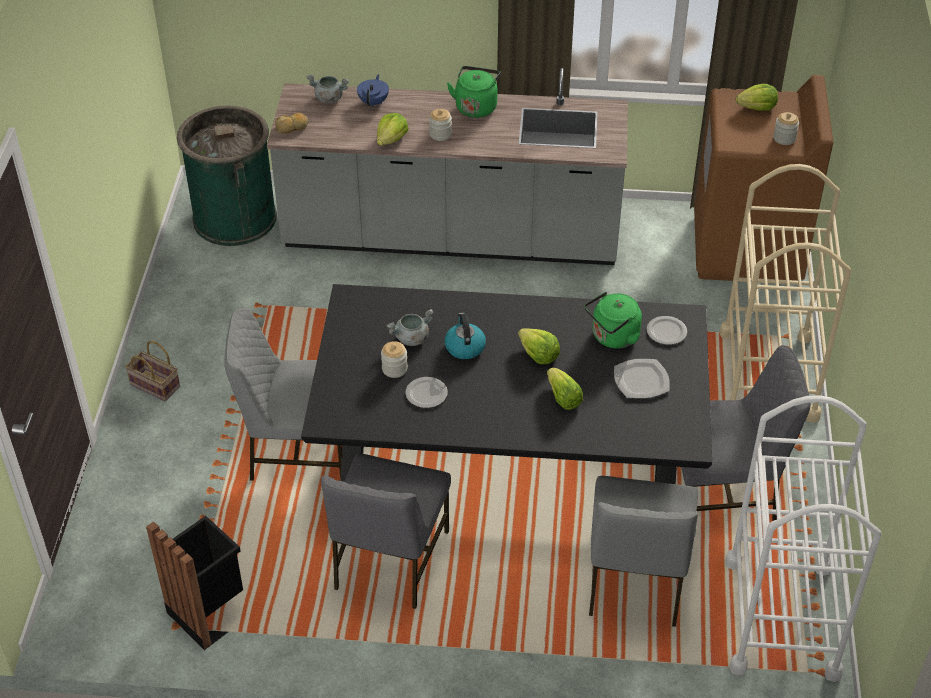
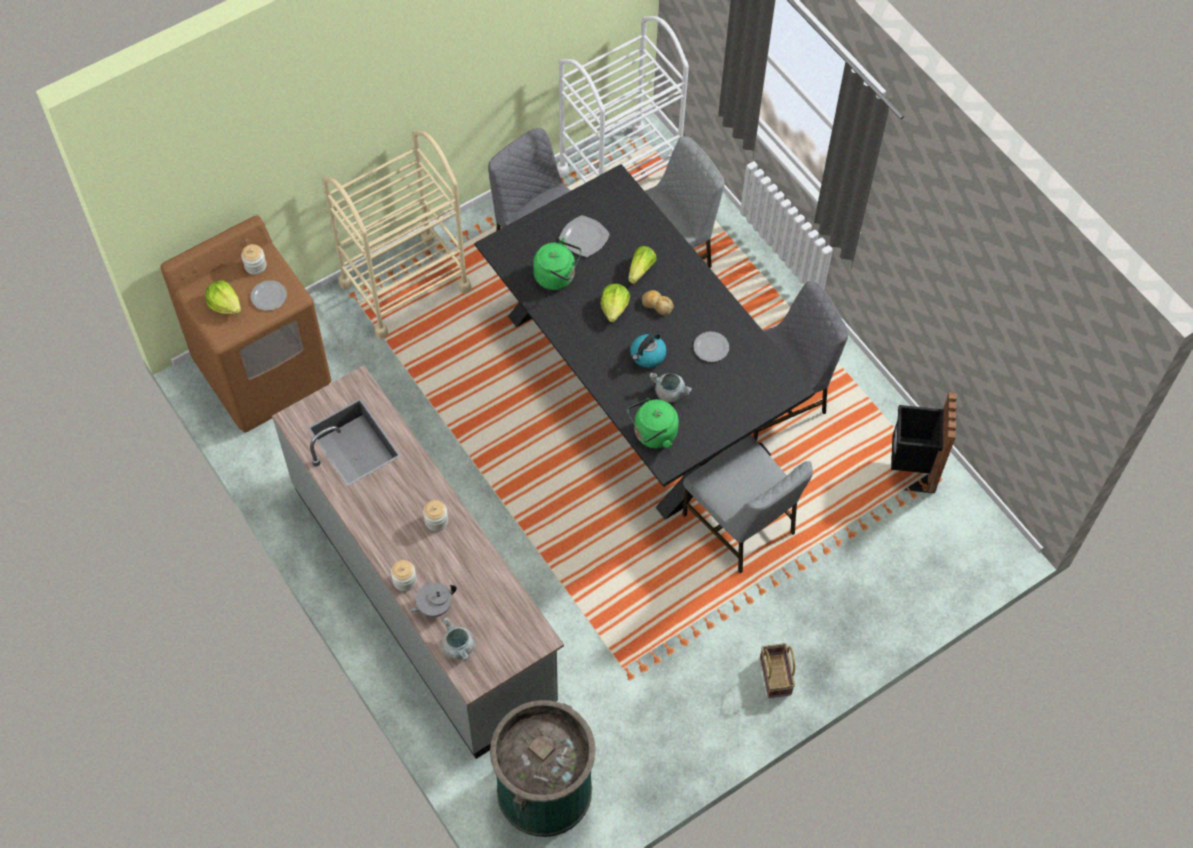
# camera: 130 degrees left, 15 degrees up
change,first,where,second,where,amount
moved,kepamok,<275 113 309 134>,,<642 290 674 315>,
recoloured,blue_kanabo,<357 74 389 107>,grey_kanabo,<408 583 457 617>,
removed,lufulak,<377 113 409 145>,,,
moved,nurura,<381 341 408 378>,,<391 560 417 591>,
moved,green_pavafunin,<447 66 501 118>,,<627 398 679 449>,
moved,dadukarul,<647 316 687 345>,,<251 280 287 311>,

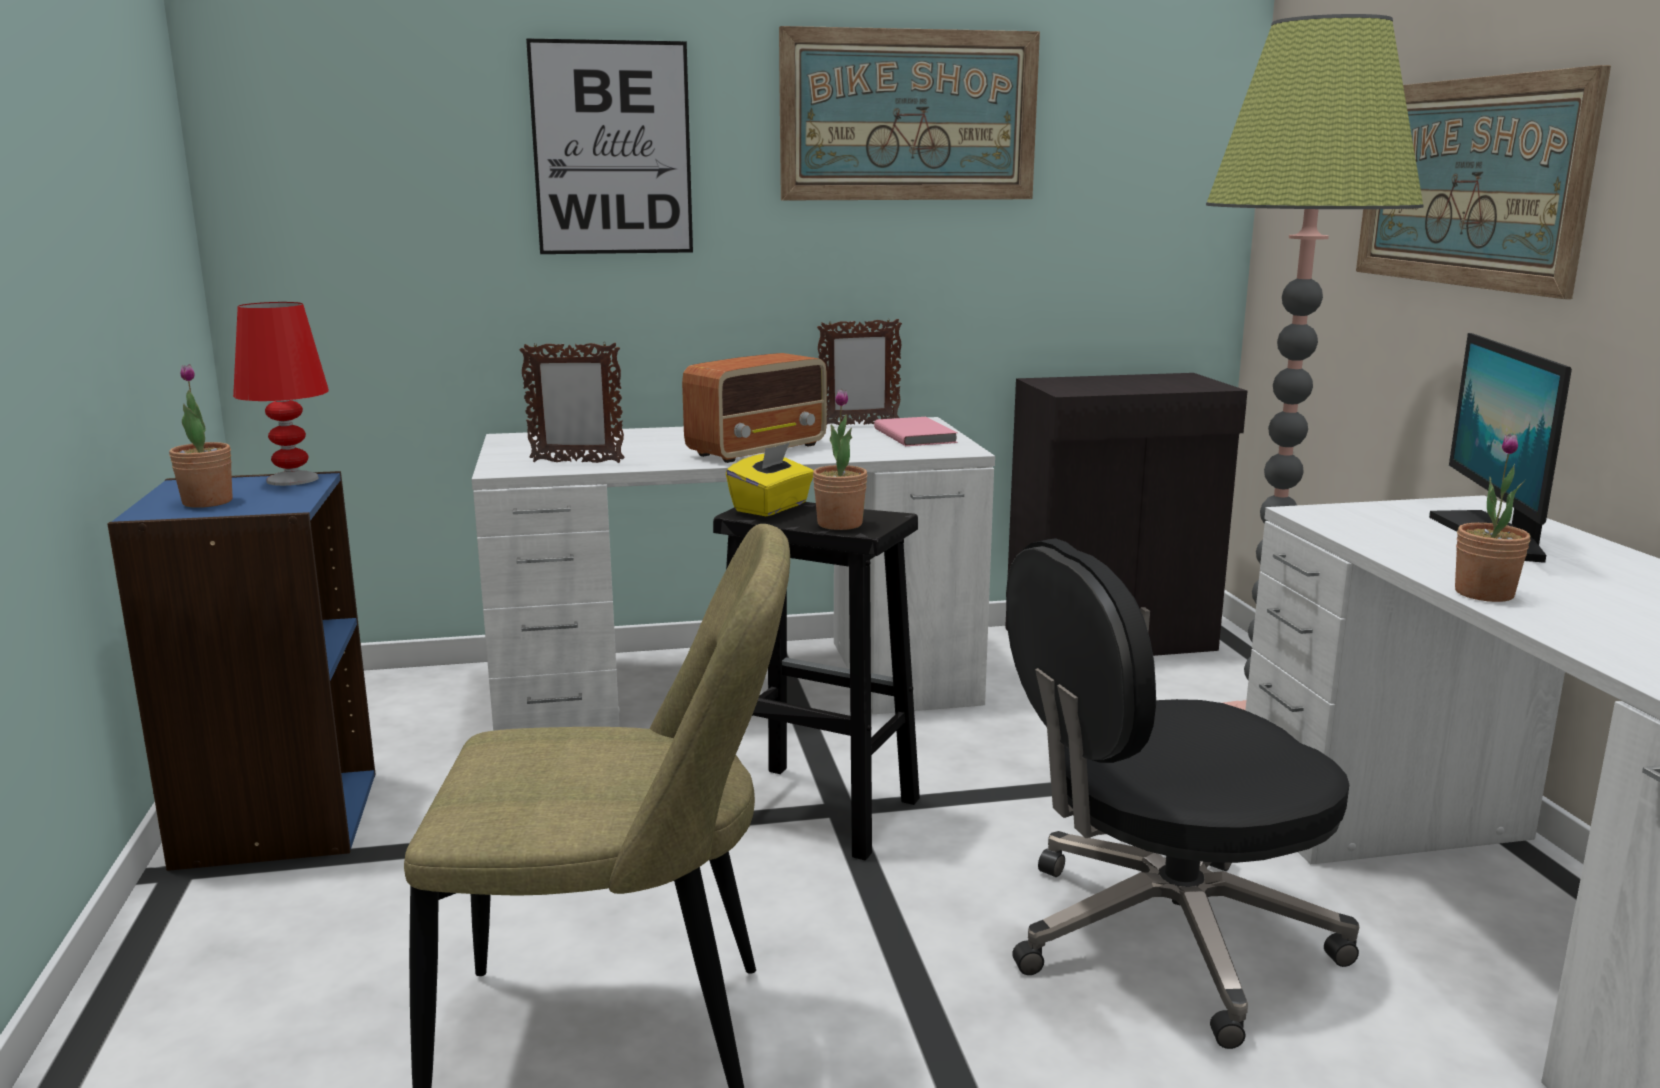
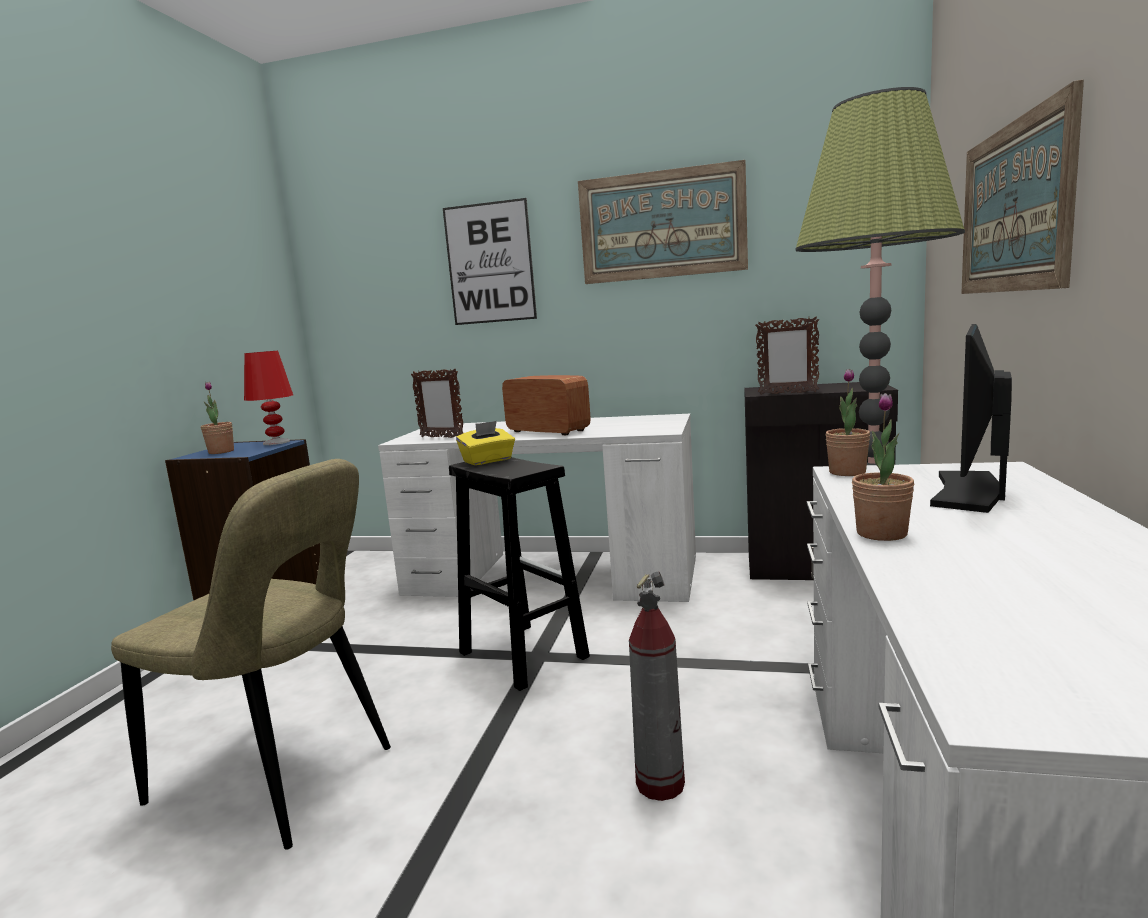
# camera: 25 degrees right, 5 degrees down
change,first,where,second,where,amount
turned,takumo,<682 353 827 463>,,<502 375 591 435>,120 degrees counterclockwise
moved,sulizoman,<813 389 868 530>,,<825 369 870 476>,
moved,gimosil,<817 318 902 425>,,<755 317 819 395>,
removed,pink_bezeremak,<874 417 958 446>,,,
replaced,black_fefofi,<1006 538 1359 1049>,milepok,<629 571 685 801>,

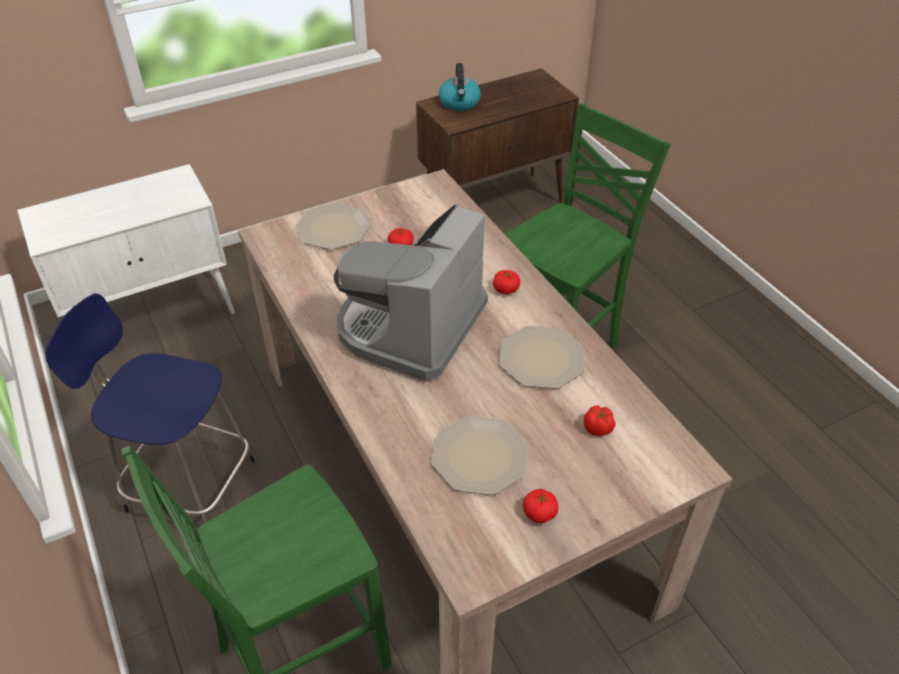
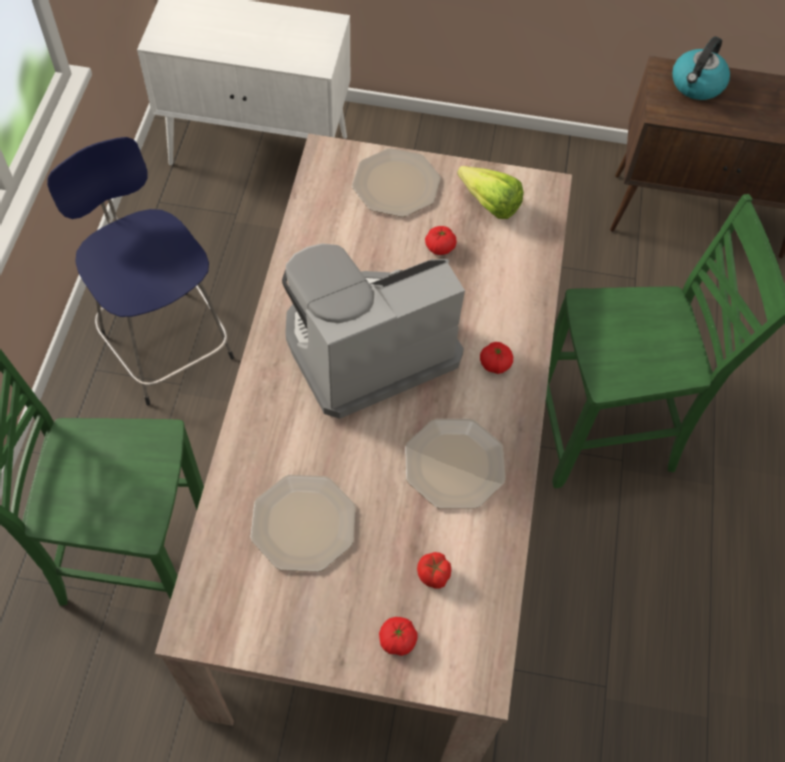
# camera: 35 degrees right, 15 degrees up
change,first,where,second,where,amount
moved,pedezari,<523 489 559 523>,,<379 617 417 656>,
added,,,lufulak,<457 166 524 219>,

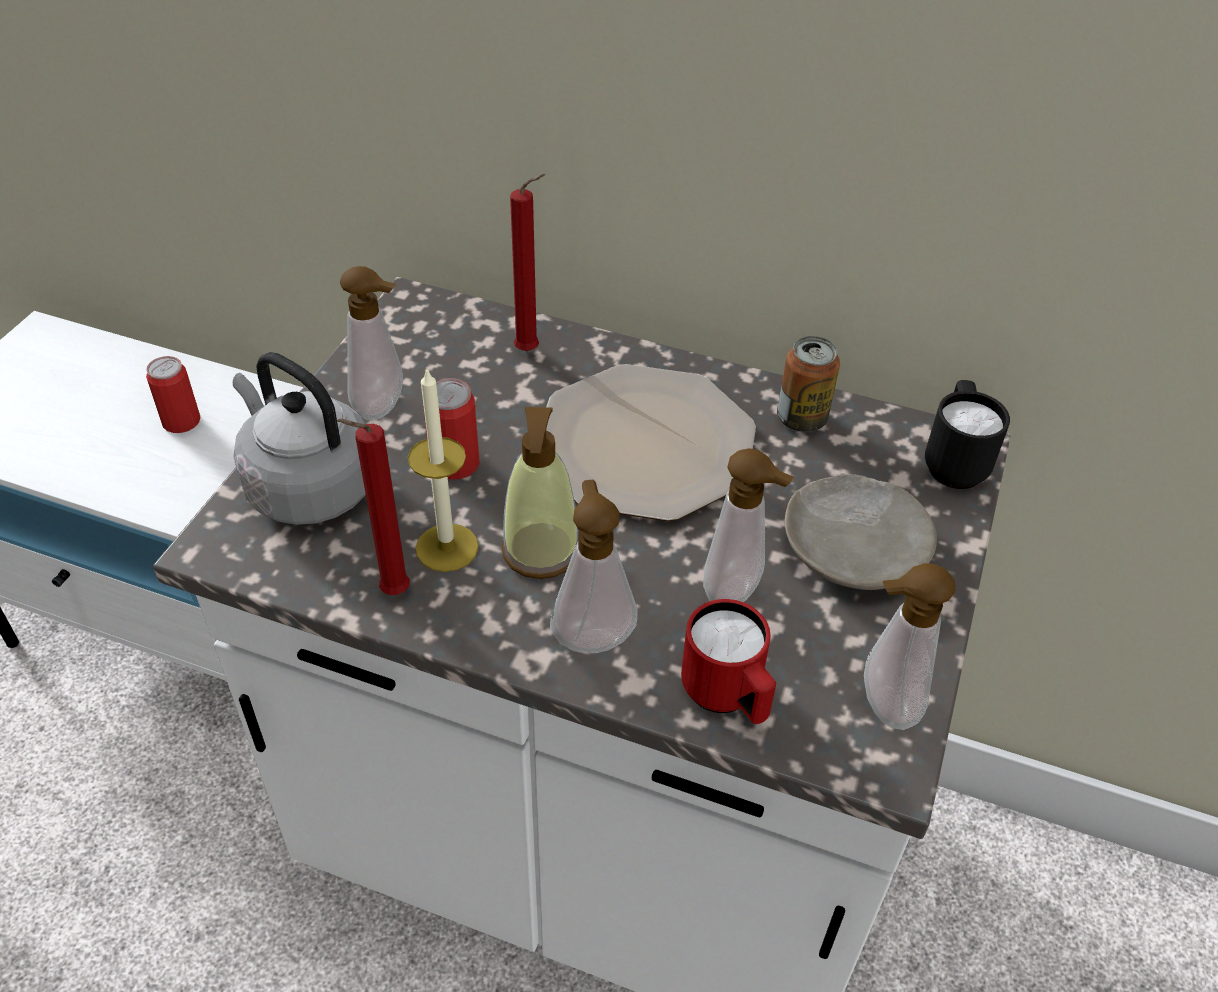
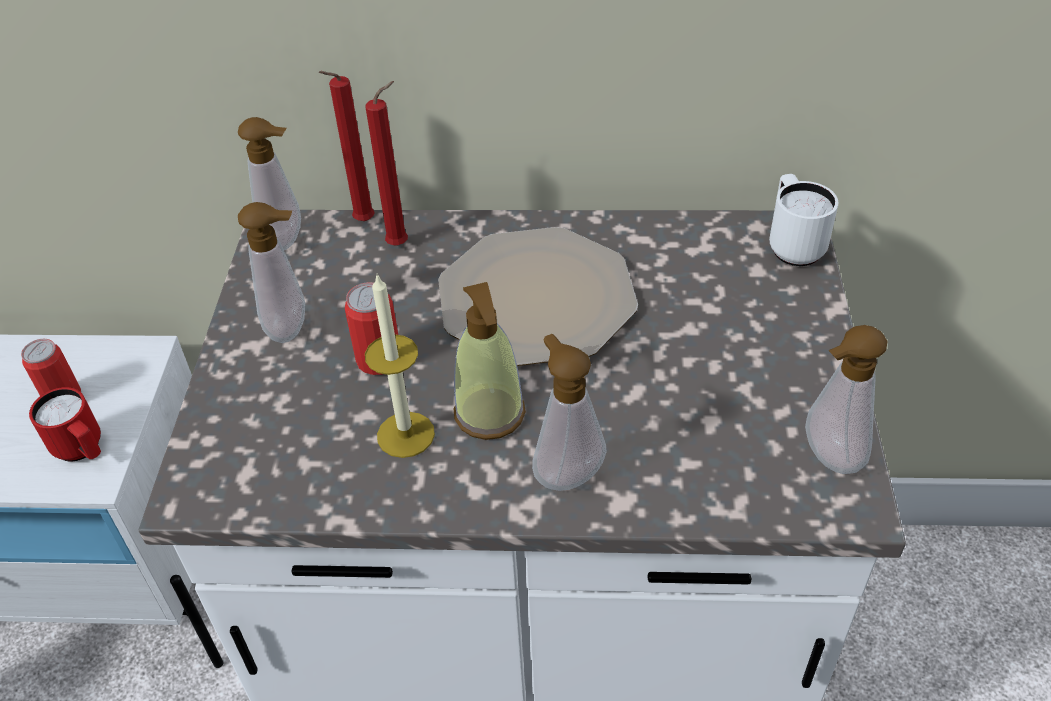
# camera: 15 degrees left, 0 degrees up
change,first,where,second,where,amount
removed,grey_pavafunin,<233 352 366 525>,,,
moved,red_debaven,<336 419 410 595>,,<319 71 375 221>,
moved,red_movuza,<681 599 776 724>,,<29 387 101 461>,
moved,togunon,<703 448 794 602>,,<238 117 301 250>,
removed,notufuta,<777 336 840 432>,,,
removed,beige_dadukarul,<785 474 937 590>,,,
recoloured,black_movuza,<925 380 1010 489>,white_movuza,<769 174 839 266>,

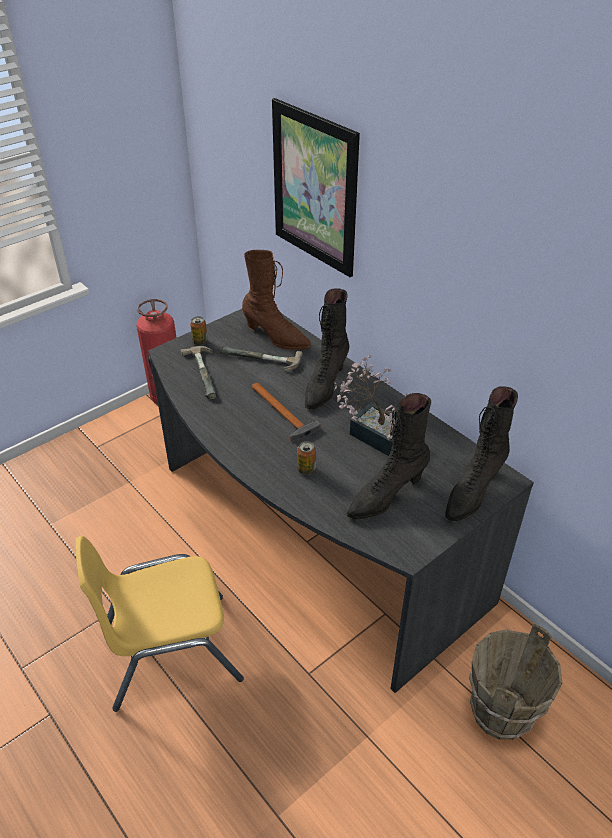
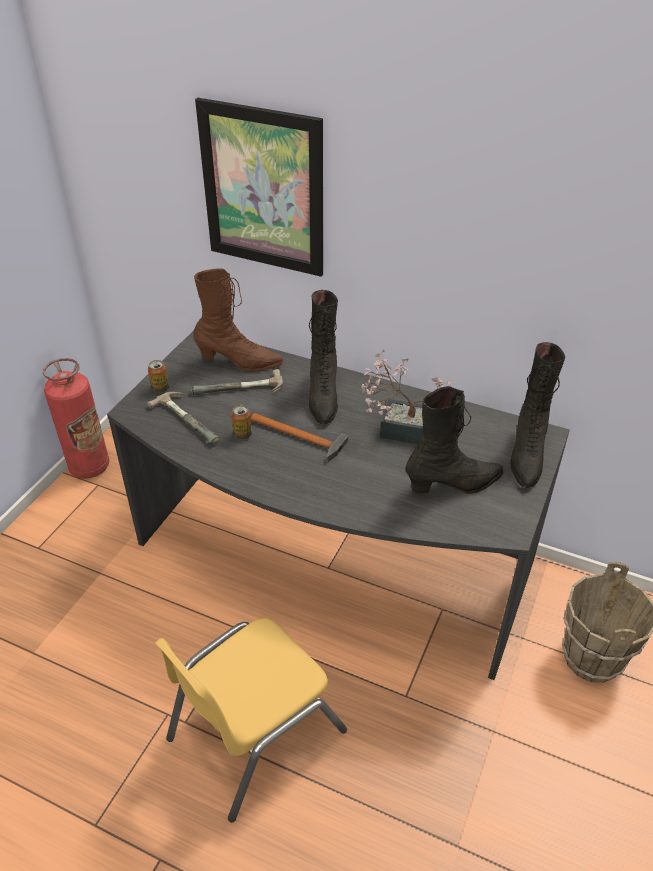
# camera: 25 degrees left, 0 degrees up
change,first,where,second,where,amount
moved,notufuta,<297 441 316 475>,,<231 405 252 439>,
turned,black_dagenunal,<346 393 431 519>,,<405 386 504 494>,135 degrees counterclockwise

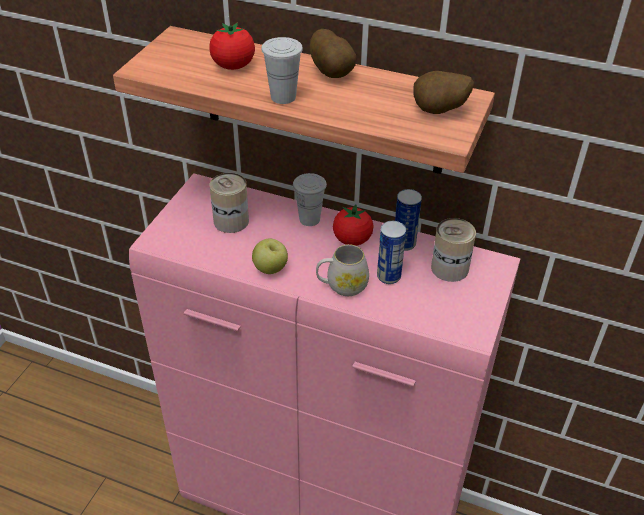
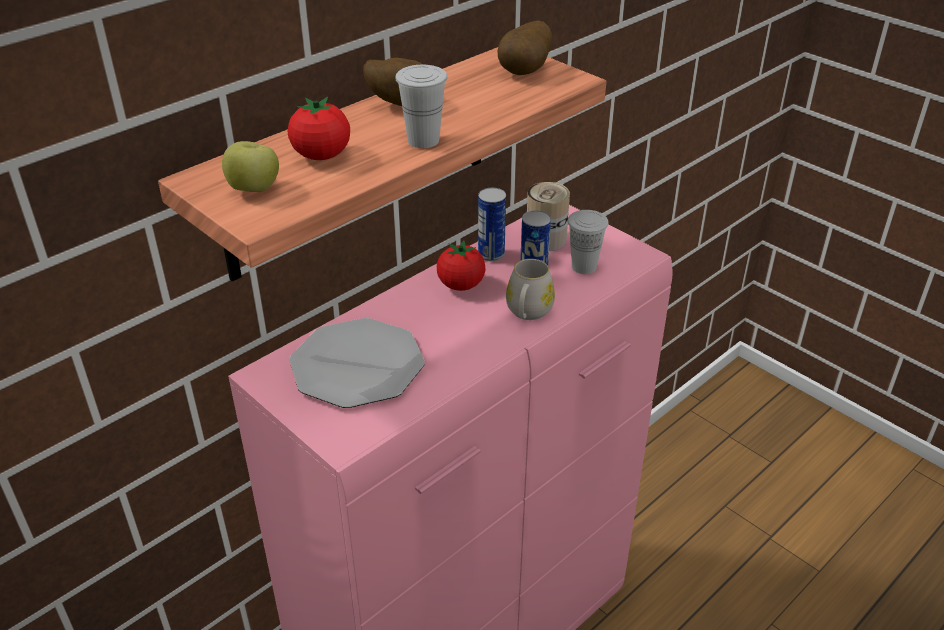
# camera: 65 degrees left, 5 degrees down
change,first,where,second,where,amount
replaced,notufuta,<210 173 249 233>,dadukarul,<289 318 425 408>,
moved,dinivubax,<252 239 288 274>,,<222 141 279 192>,
moved,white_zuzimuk,<293 173 327 226>,,<568 210 608 274>,

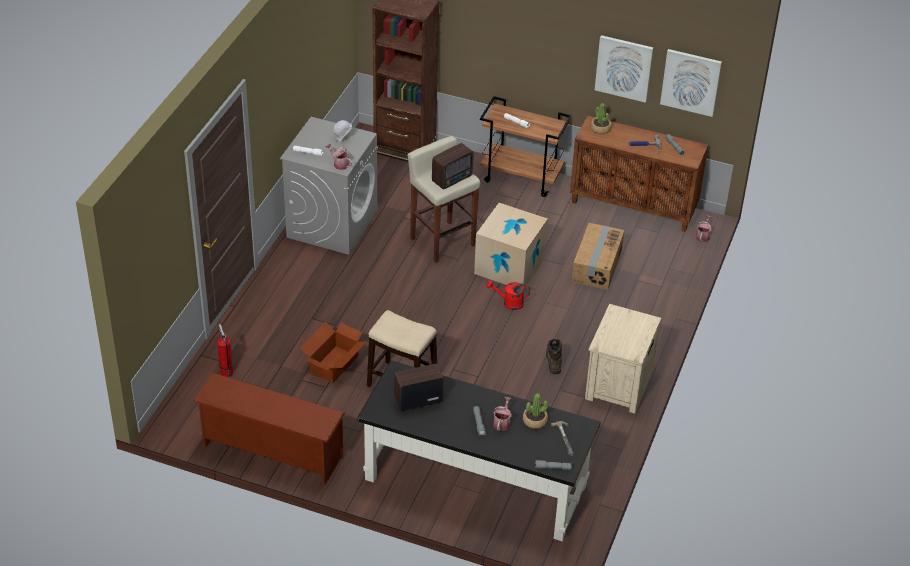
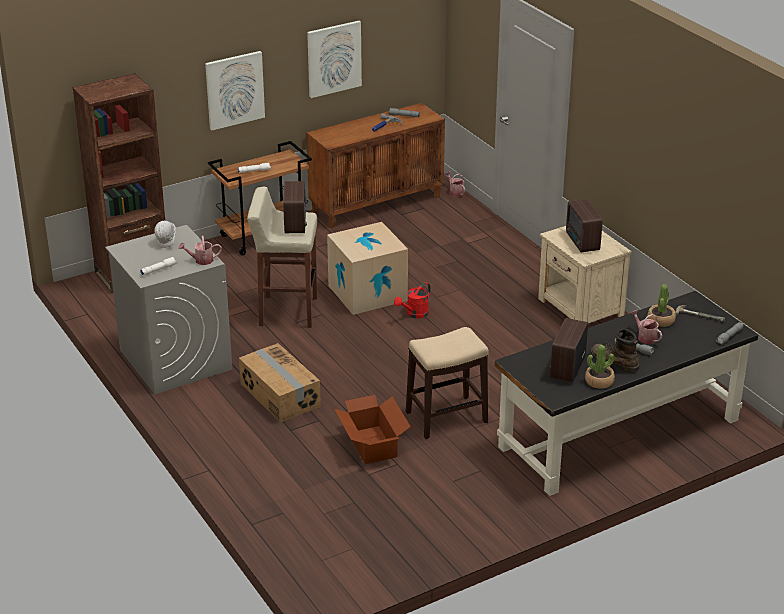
# camera: 50 degrees left, 10 degrees down
change,first,where,second,where,amount
removed,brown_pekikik,<193 373 345 485>,,,
removed,milepok,<217 324 233 377>,,,
moved,brown_dagenunal,<546 339 562 374>,,<590 329 639 373>,
moved,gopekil,<572 223 624 290>,,<239 343 321 423>,
moved,sulizoman,<591 103 612 134>,,<585 345 615 389>,
moved,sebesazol,<660 49 722 117>,,<205 51 265 130>,
added,,,takumo,<566 199 603 252>,

